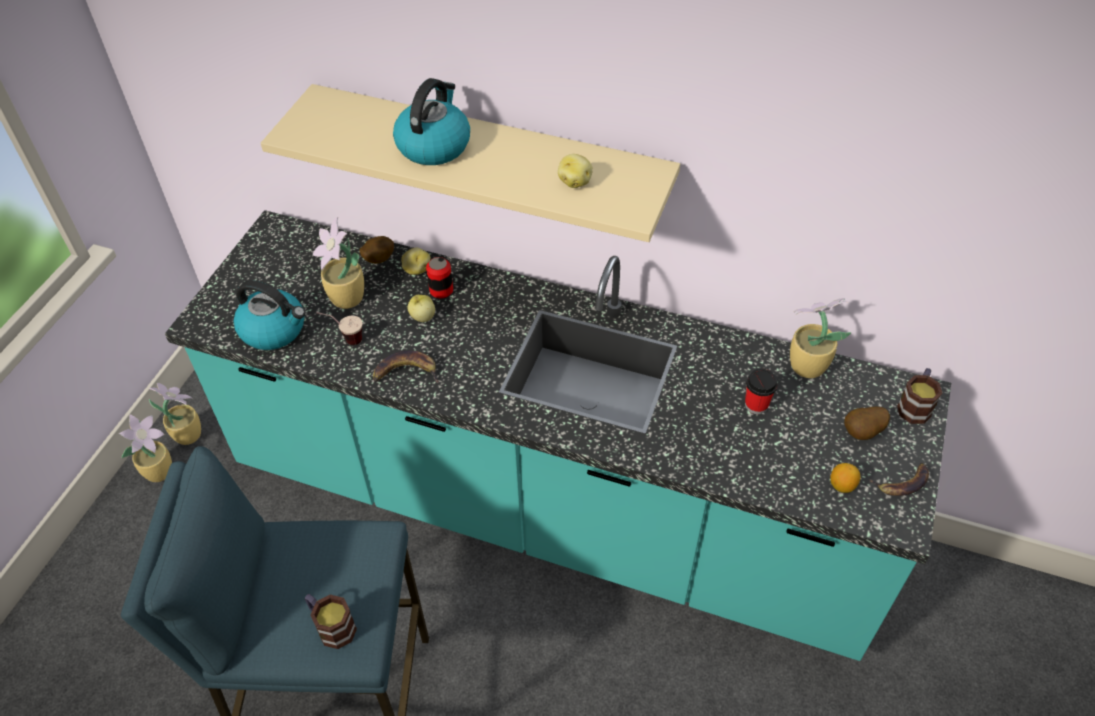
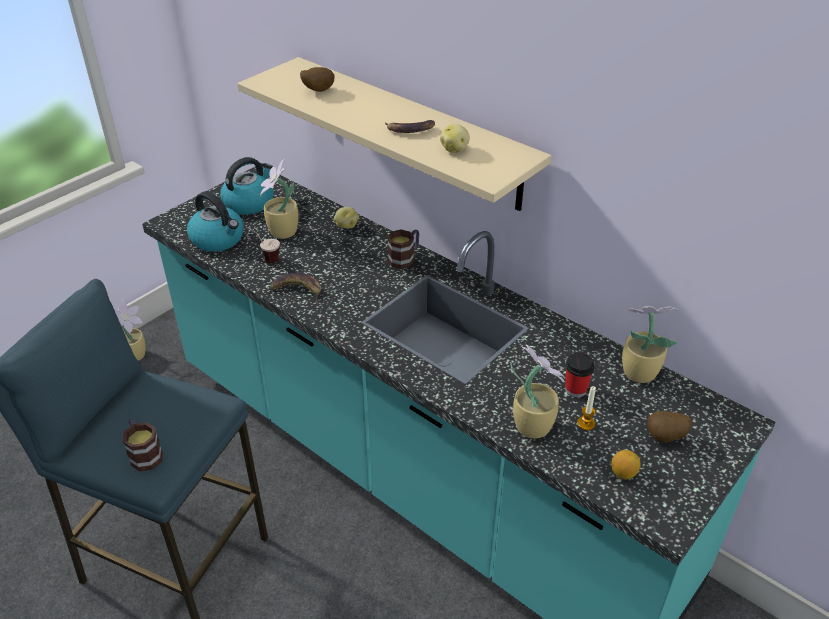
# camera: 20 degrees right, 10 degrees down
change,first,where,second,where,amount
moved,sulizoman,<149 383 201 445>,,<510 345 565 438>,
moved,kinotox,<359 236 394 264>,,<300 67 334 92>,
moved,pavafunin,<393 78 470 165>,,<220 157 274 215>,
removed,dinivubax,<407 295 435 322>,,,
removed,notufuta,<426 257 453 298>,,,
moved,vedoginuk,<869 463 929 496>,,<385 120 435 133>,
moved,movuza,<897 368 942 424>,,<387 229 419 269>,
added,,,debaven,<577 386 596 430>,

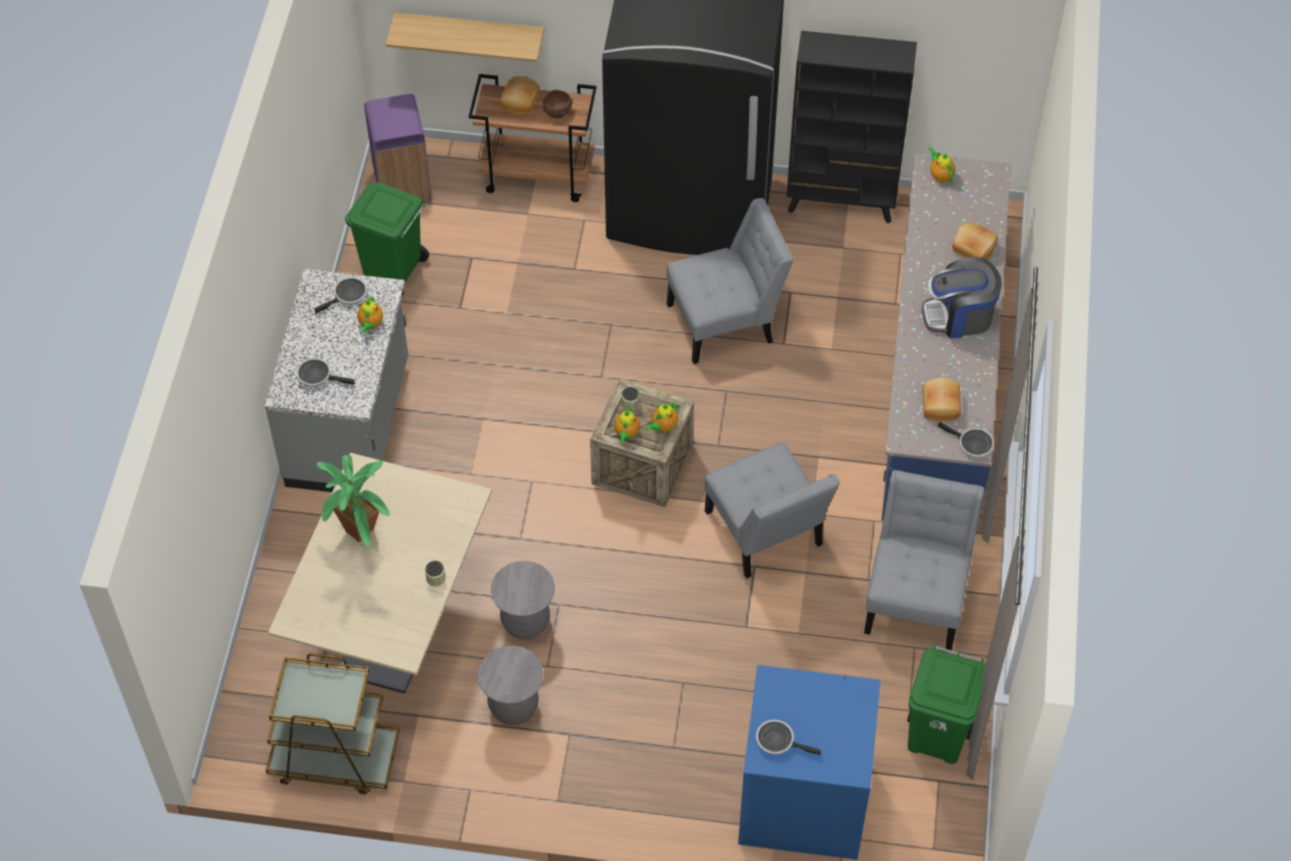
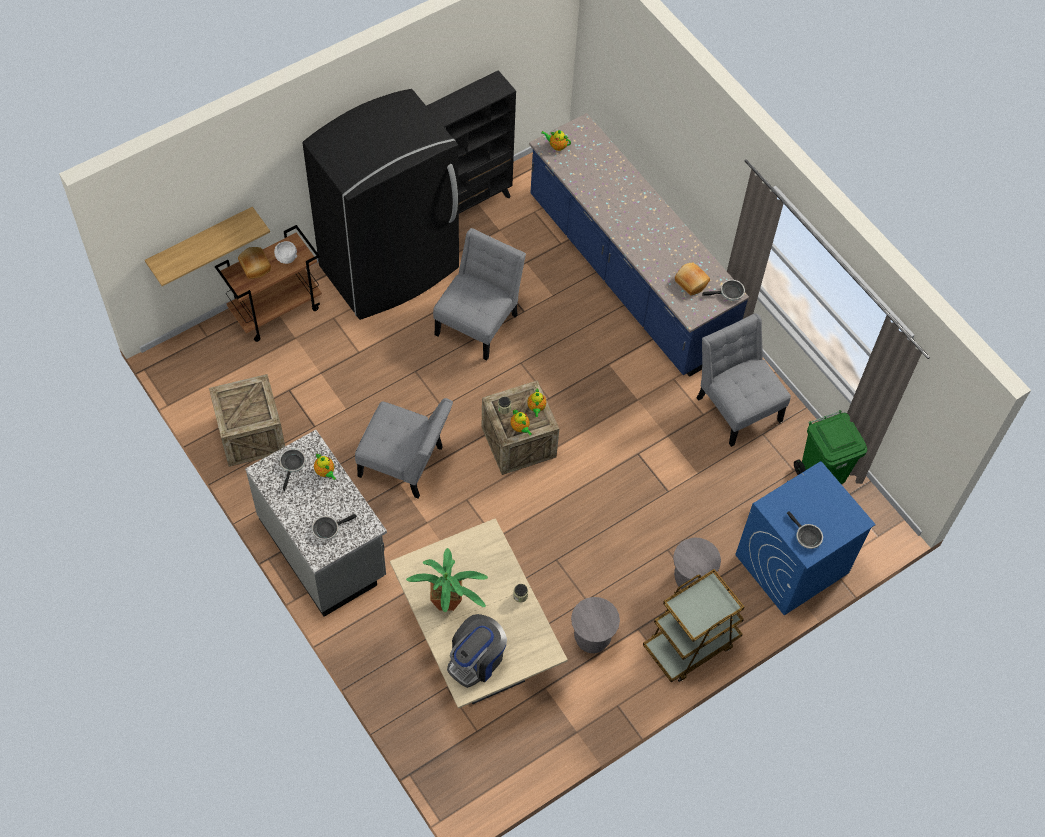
# camera: 45 degrees left, 5 degrees up
change,first,where,second,where,amount
moved,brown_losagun,<266 653 400 795>,,<643 569 744 682>,
replaced,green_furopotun,<345 183 429 296>,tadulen,<209 374 285 467>,
removed,purple_furopotun,<364 94 431 203>,,,
moved,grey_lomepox,<491 561 555 639>,,<673 538 721 590>,
recoloured,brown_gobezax,<543 90 573 119>,white_gobezax,<274 241 297 264>,
moved,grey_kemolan,<705 443 840 579>,,<355 398 453 499>,
turned,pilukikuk,<756 720 821 755>,,<787 511 823 549>,105 degrees counterclockwise
moved,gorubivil,<922 257 1002 339>,,<447 614 507 688>,
removed,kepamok,<952 222 998 260>,,,

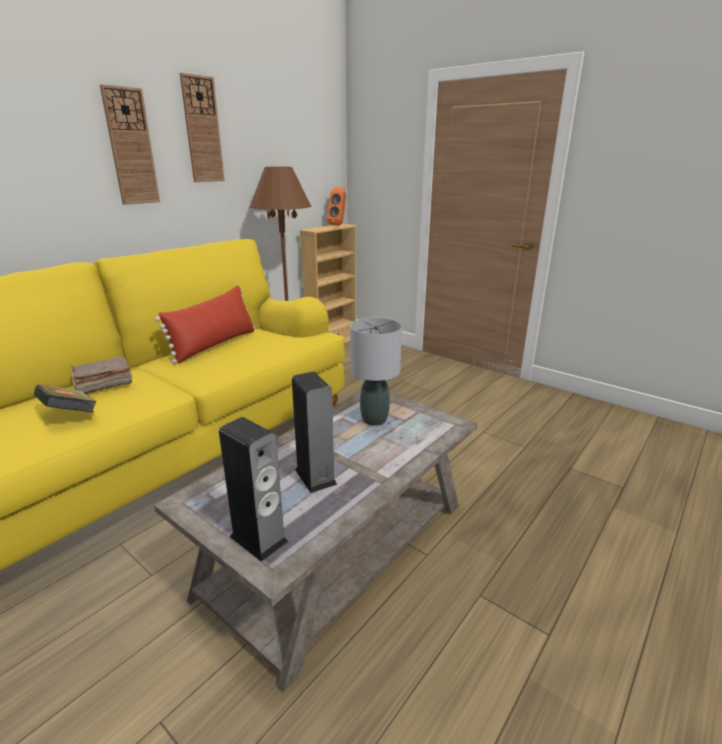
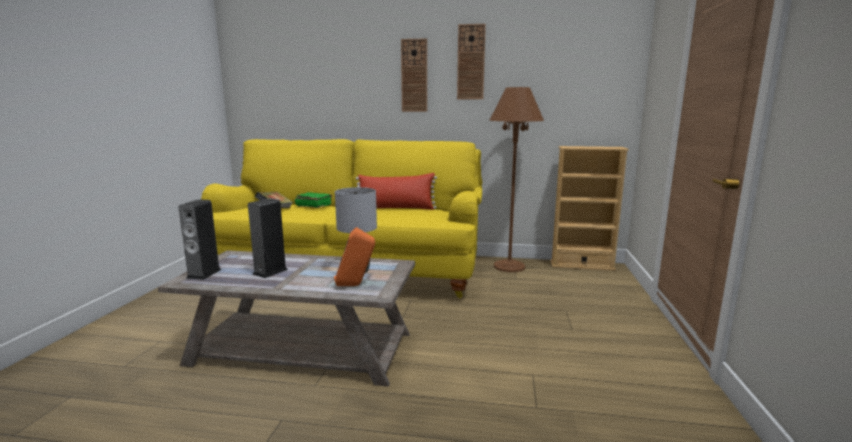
# camera: 60 degrees right, 10 degrees down
change,first,where,second,where,amount
recoloured,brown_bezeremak,<71 356 132 394>,green_bezeremak,<295 192 332 208>,
moved,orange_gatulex,<327 187 346 226>,,<334 227 375 286>,

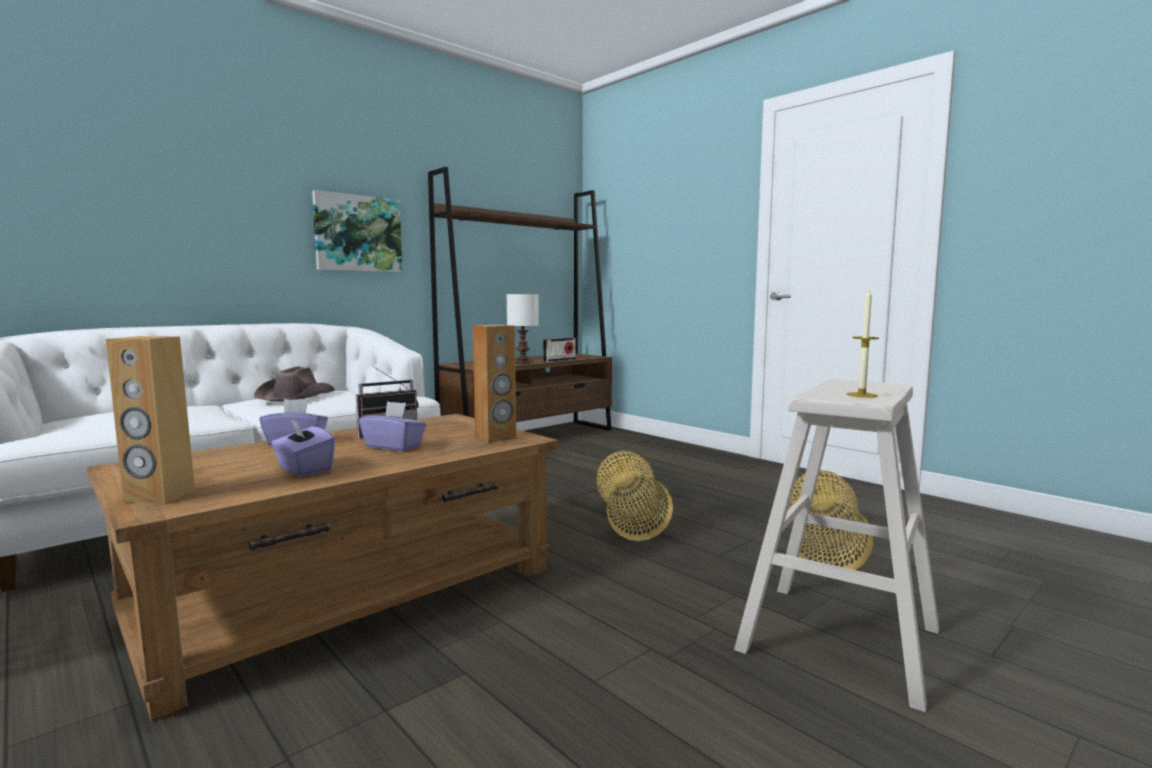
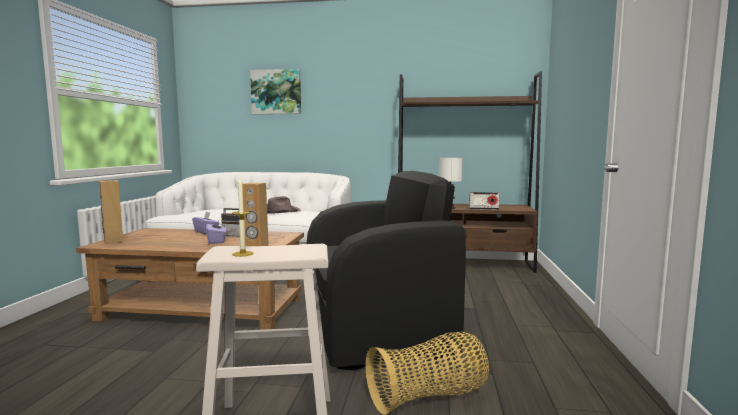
# camera: 50 degrees right, 0 degrees up
change,first,where,second,where,amount
removed,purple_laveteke,<271 418 335 477>,,,
moved,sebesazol,<312 190 402 272>,,<250 69 301 114>,
replaced,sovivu,<597 451 673 541>,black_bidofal,<306 171 466 371>,

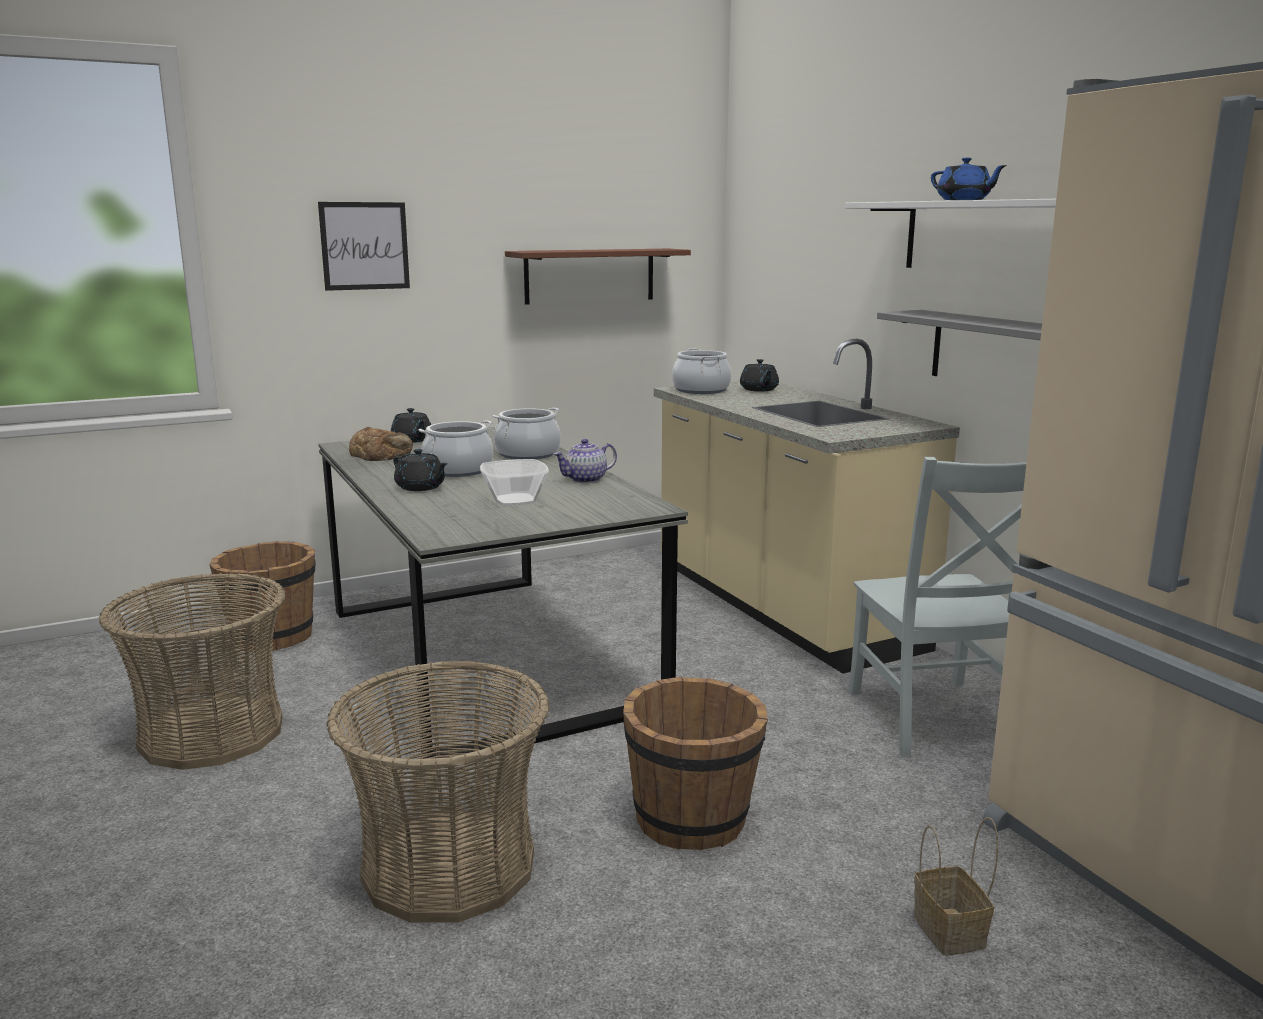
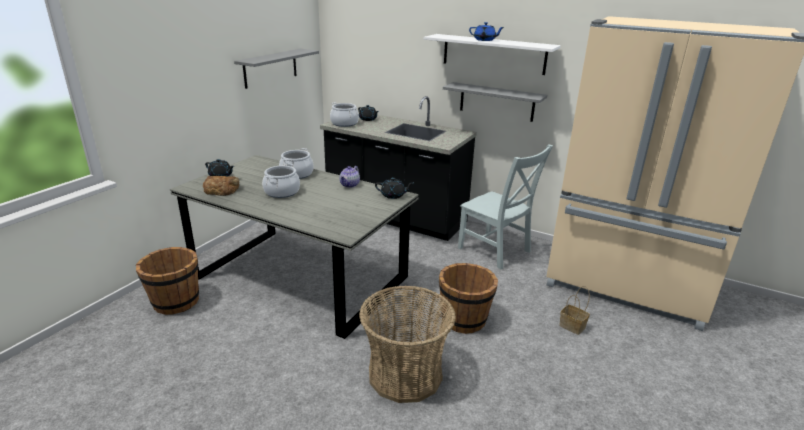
# camera: 35 degrees left, 10 degrees up
change,first,where,second,where,amount
removed,sovivu,<99 573 286 770>,,,
removed,sebesazol,<318 202 410 291>,,,
moved,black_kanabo,<393 449 448 491>,,<375 178 413 199>,
removed,gobezax,<480 459 549 506>,,,
recoloured,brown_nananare,<505 249 691 305>,grey_nananare,<234 49 319 89>,
recoloured,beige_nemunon,<654 339 960 674>,black_nemunon,<320 96 477 241>,

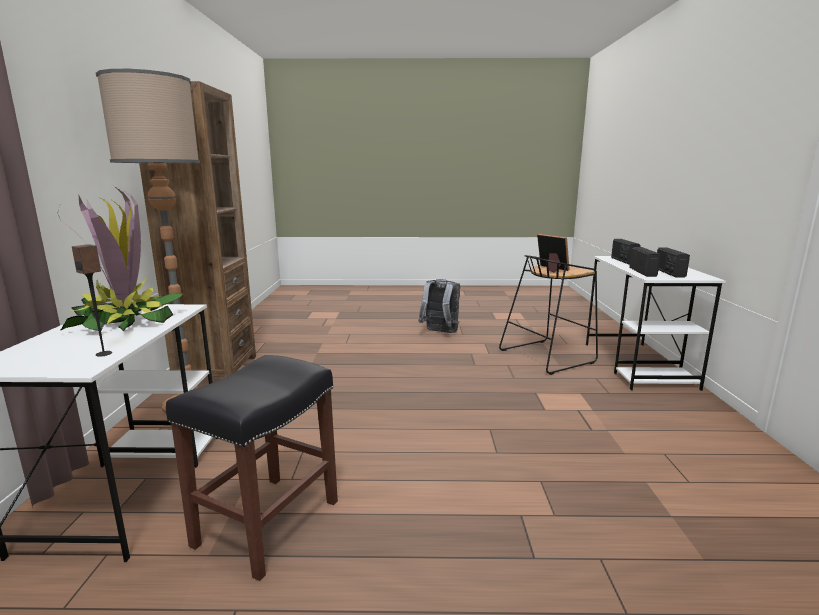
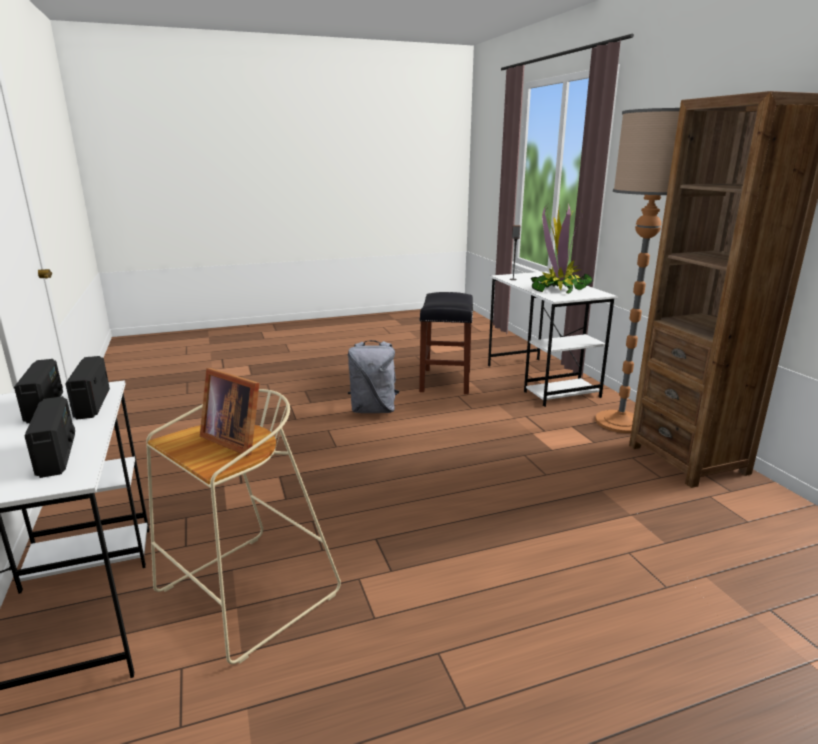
# camera: 160 degrees right, 5 degrees up
change,first,where,second,where,amount
moved,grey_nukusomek,<418 279 460 333>,,<348 340 400 413>,
recoloured,black_lomepox,<499 255 598 375>,beige_lomepox,<146 389 341 664>,

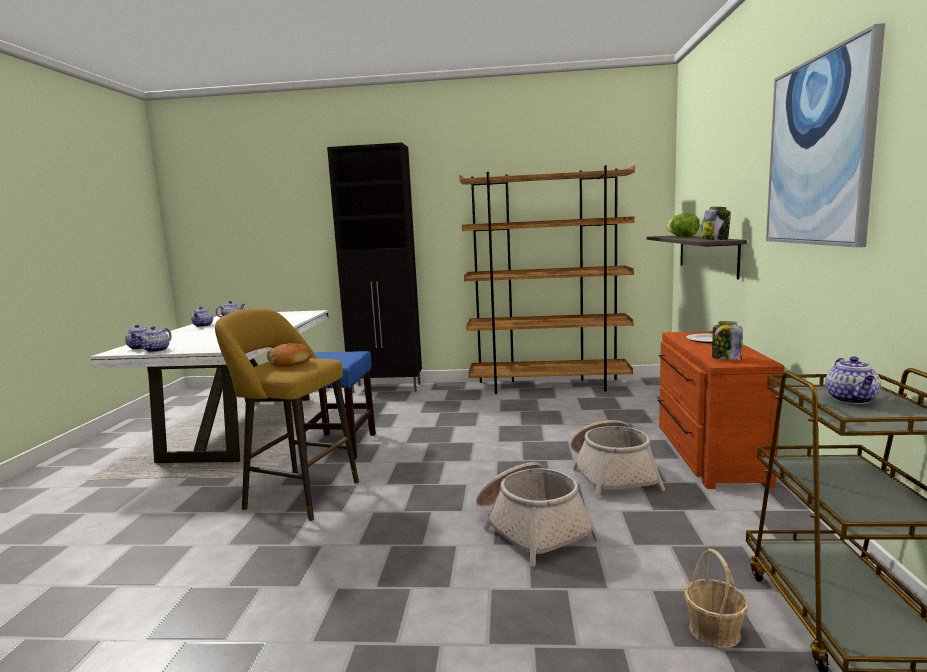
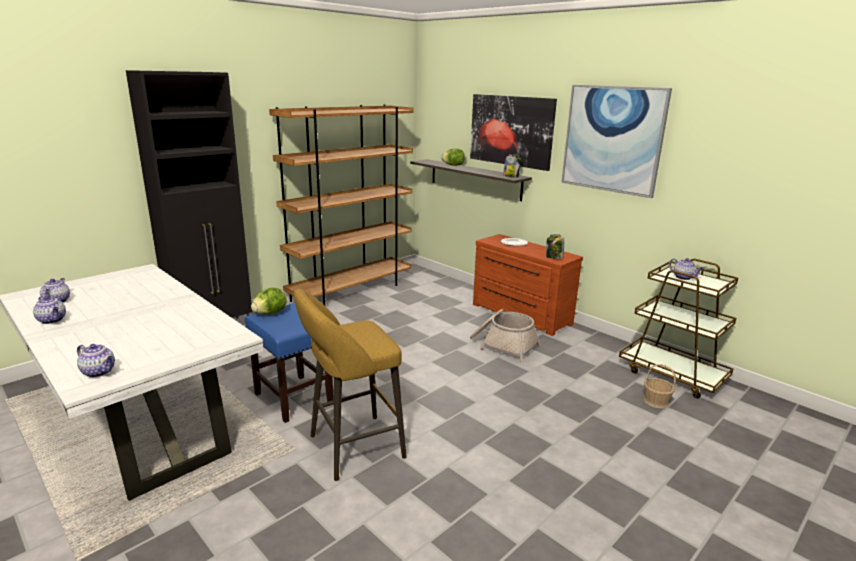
# camera: 50 degrees left, 10 degrees up
change,first,where,second,where,amount
removed,kanabo,<137 326 172 352>,,,
removed,kepamok,<267 343 311 367>,,,
removed,sovivu,<476 462 599 567>,,,
added,,,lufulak,<251 288 287 315>,
added,,,sebesazol,<470 94 557 171>,

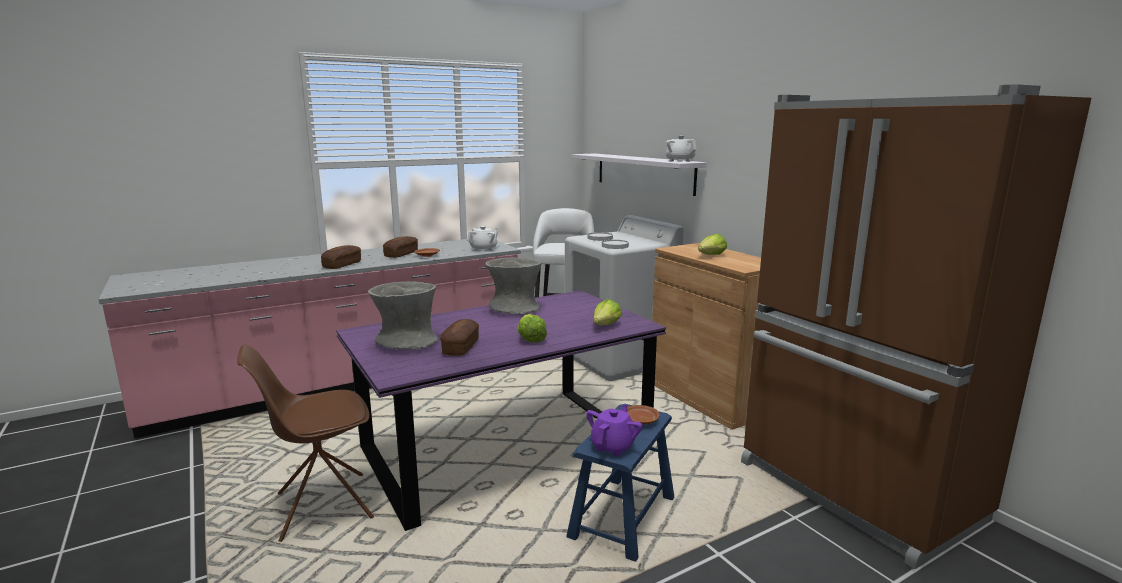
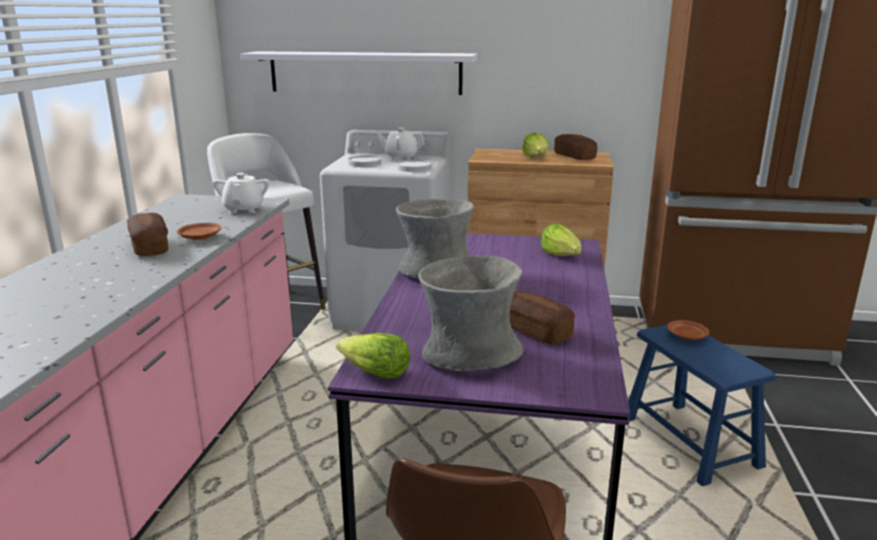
# camera: 50 degrees left, 5 degrees up
change,first,where,second,where,amount
moved,kepamok,<321 245 361 269>,,<554 134 597 160>,
moved,lufulak,<518 314 547 343>,,<336 333 410 379>,
removed,purple_kanabo,<586 404 642 456>,,,
moved,white_kanabo,<665 135 697 162>,,<377 128 425 160>,

